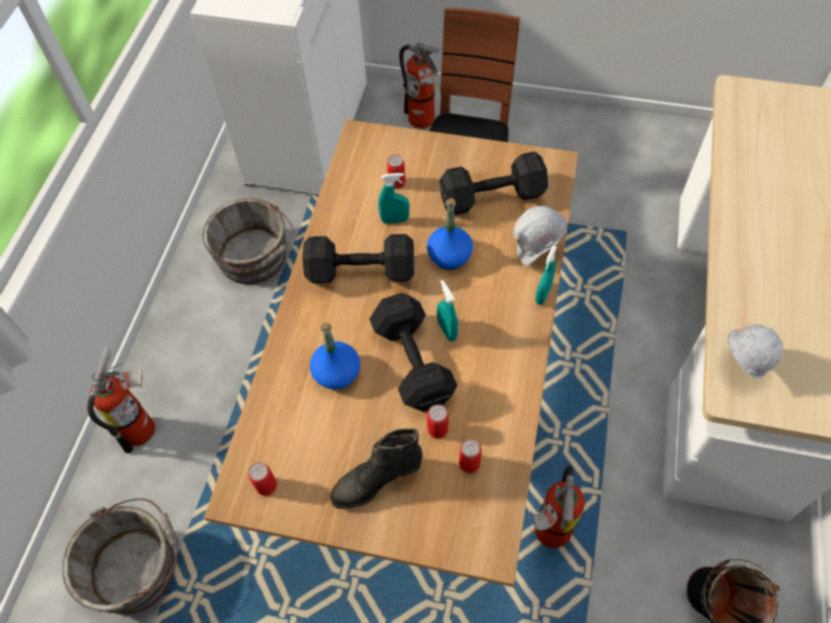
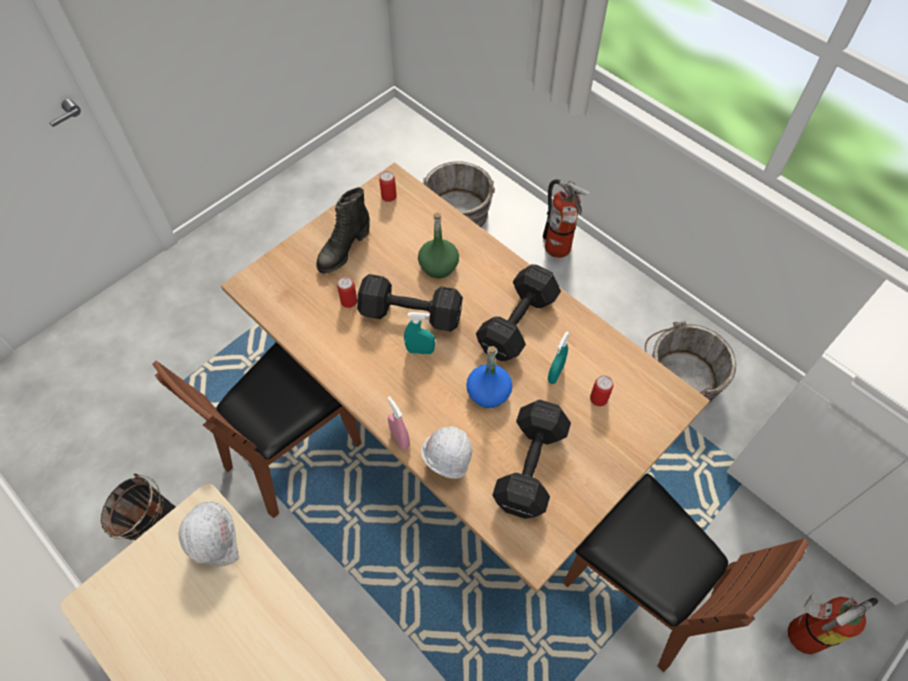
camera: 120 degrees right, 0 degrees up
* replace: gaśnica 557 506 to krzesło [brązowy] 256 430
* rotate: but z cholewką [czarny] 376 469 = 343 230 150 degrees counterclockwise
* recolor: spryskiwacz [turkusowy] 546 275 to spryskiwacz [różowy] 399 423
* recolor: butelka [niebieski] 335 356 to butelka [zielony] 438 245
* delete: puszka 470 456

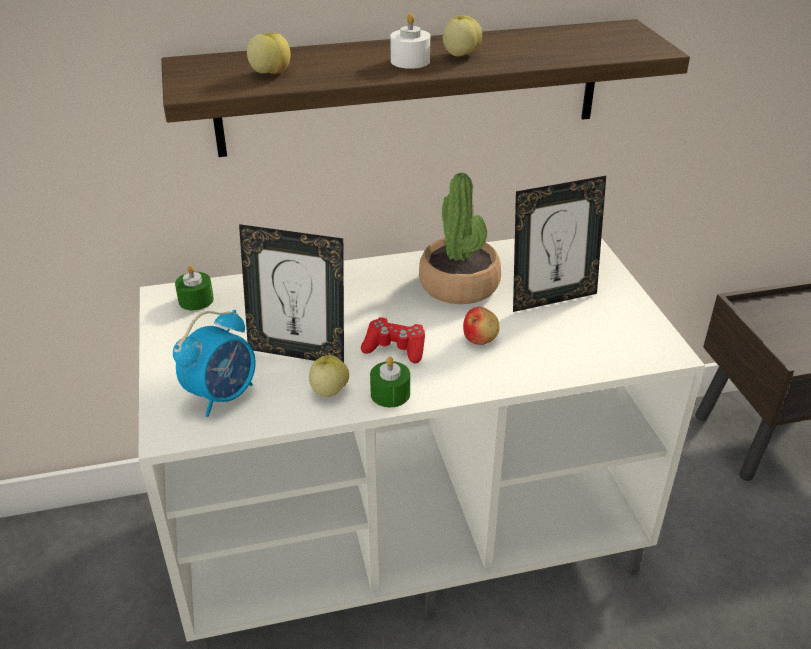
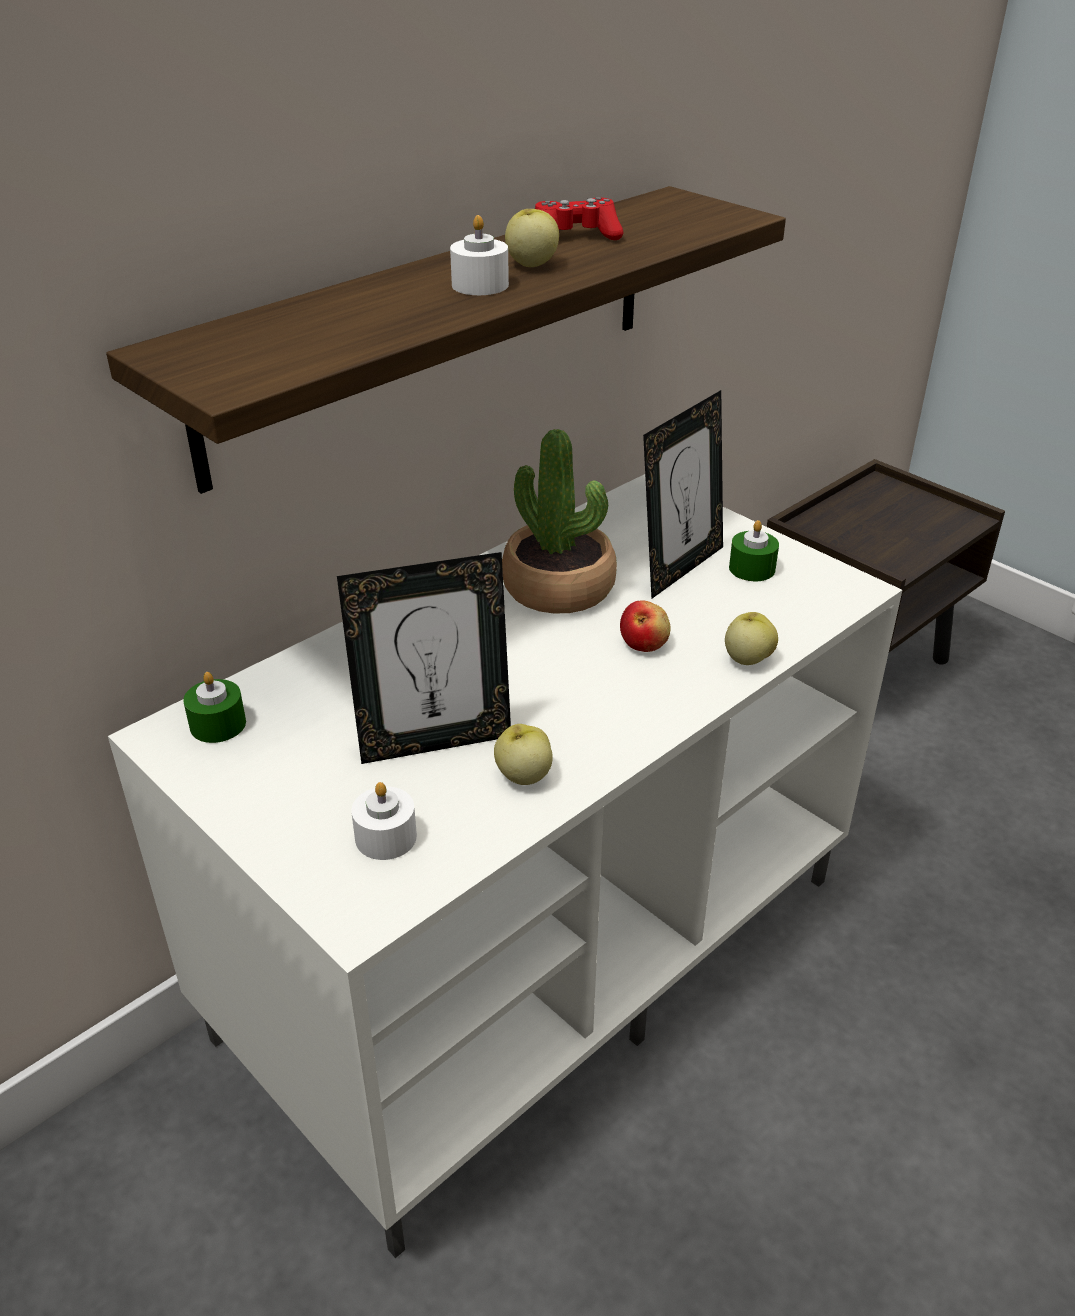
camera: 30 degrees left, 0 degrees up
* replace: budzik 214 363 to świeca [biały] 384 821
* move: pad do gier [czerwony] 393 340 to 579 218
* move: jabłko 269 53 to 751 638
* move: świeca [zielony] 390 382 to 754 550

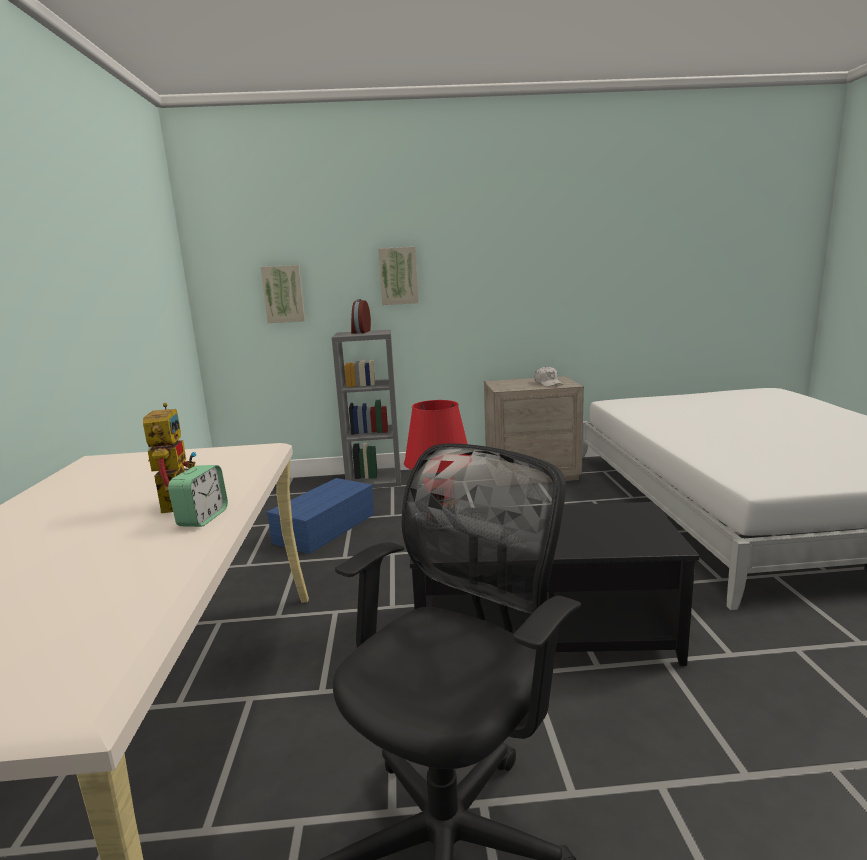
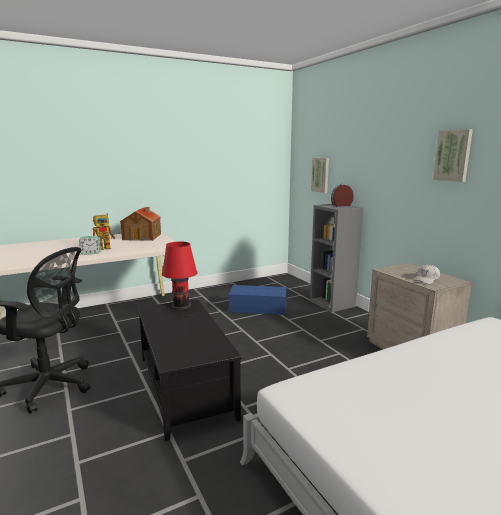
camera: 65 degrees right, 0 degrees up
* insert: domek 140 224
* move: obraz 398 276 to 453 155

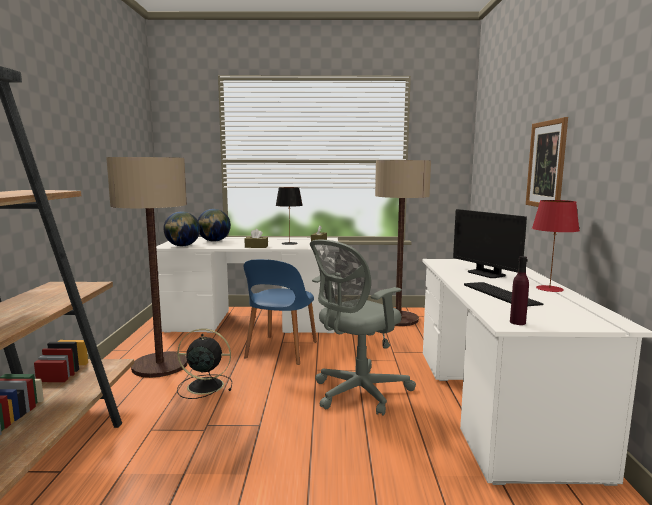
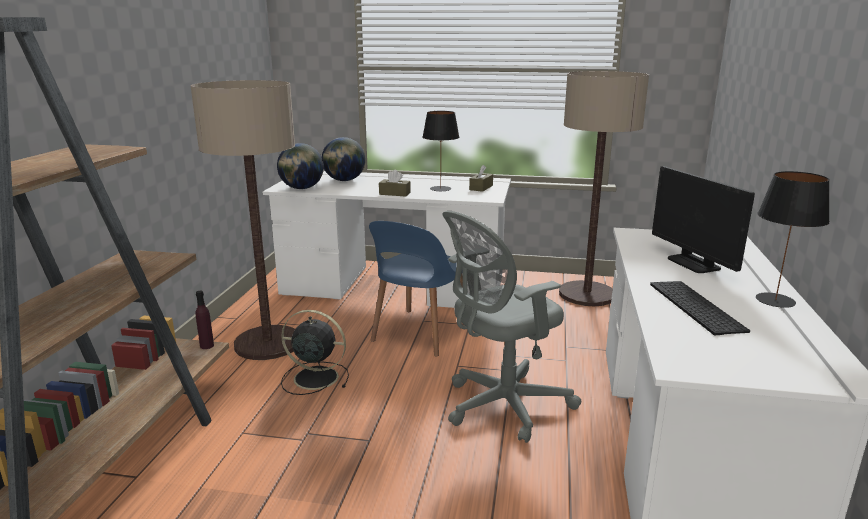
camera: 10 degrees right, 10 degrees up
* move: butelka [fioletowy] 519 290 to 205 320
* recolor: lampa stołowa [czerwony] 556 246 to lampa stołowa [czarny] 793 239
* delete: obraz 547 162

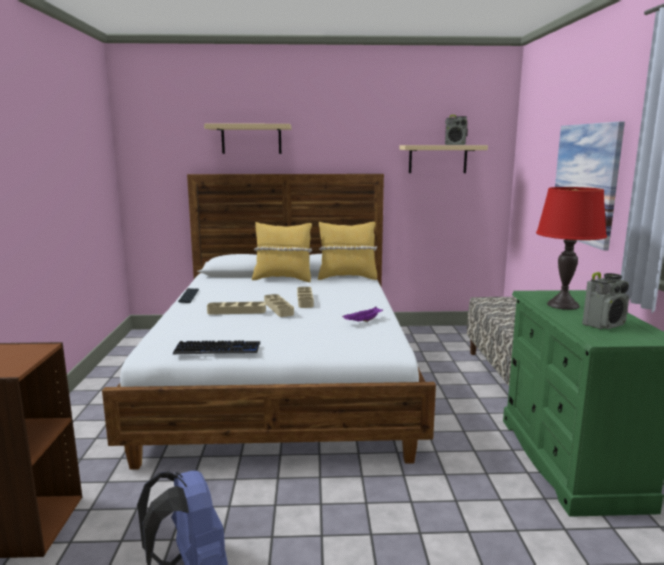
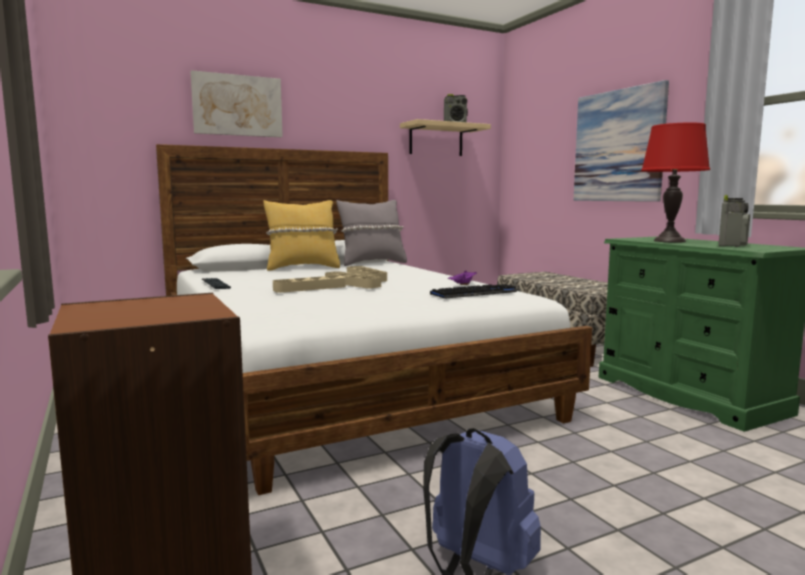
camera: 25 degrees left, 5 degrees down
* replace: półka [beżowy] 247 139 to obraz 236 103
* recolor: poduszka [żółty] 347 251 to poduszka [szary] 371 233
* move: klawiatura 216 347 to 475 291

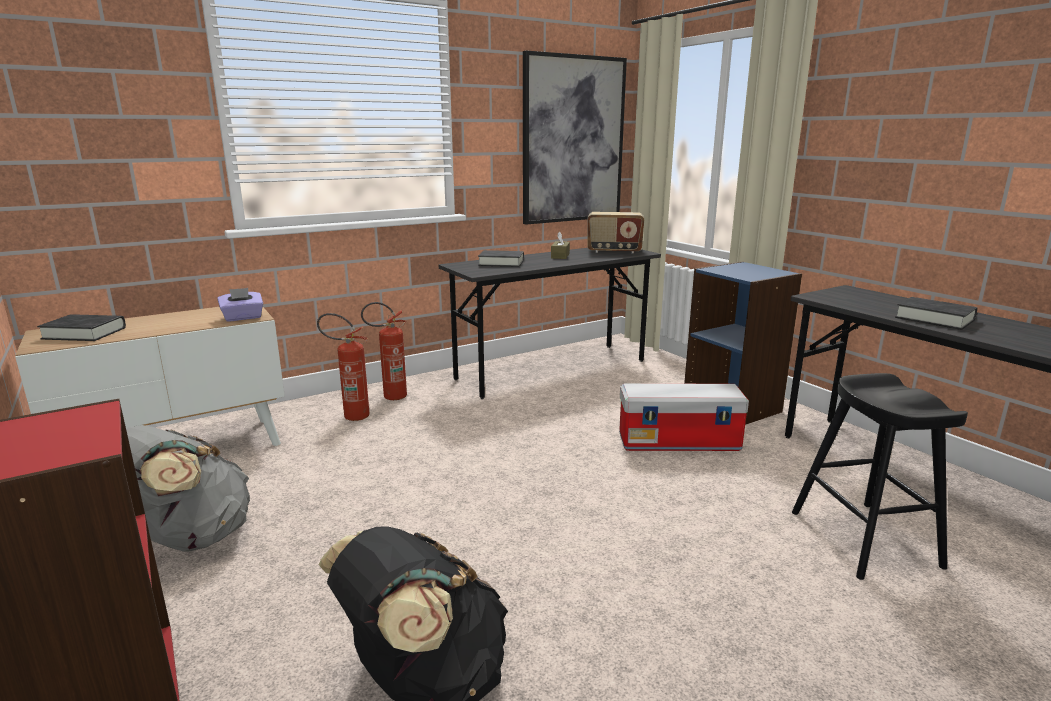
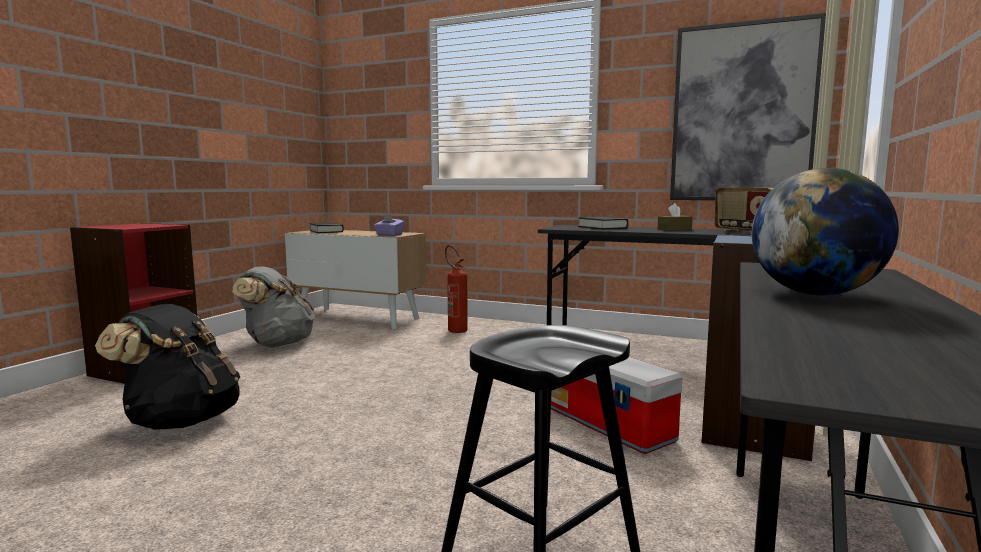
camera: 55 degrees right, 10 degrees down
* replace: książka [czarny] 936 313 to globus 825 231
* delete: gaśnica 384 351

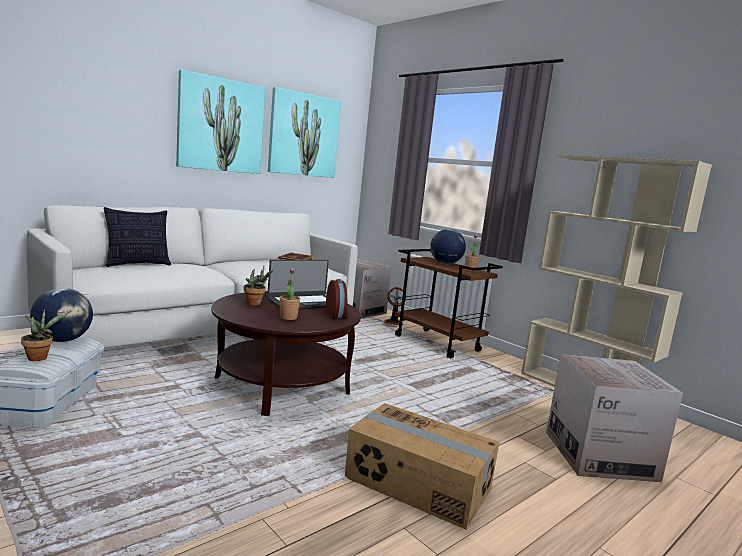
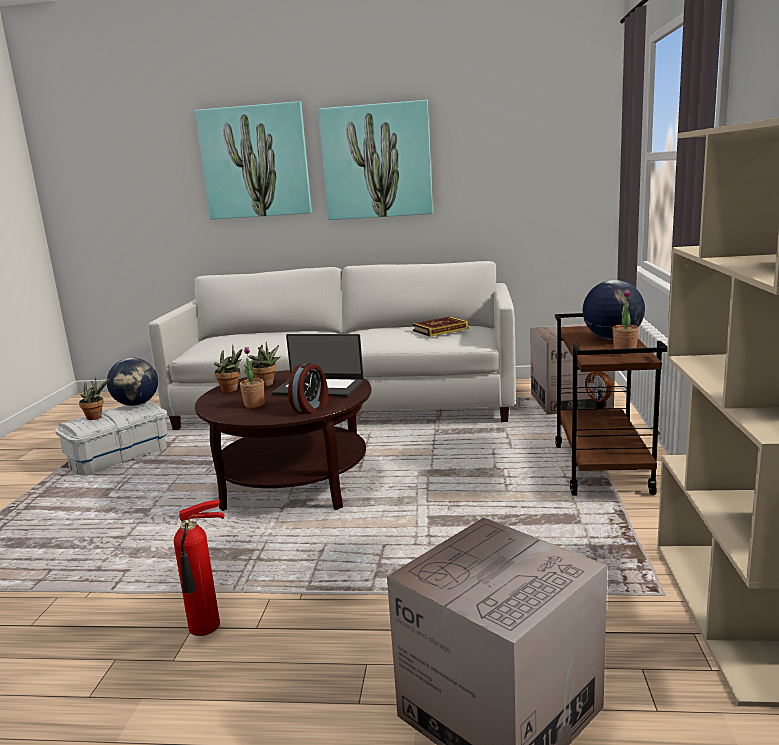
camera: 50 degrees right, 5 degrees up
* replace: karton 422 466 to gaśnica 199 568
* move: obraz 304 132 to 253 160
* insert: roślina doniczkowa 228 368
* delete: poduszka 137 237

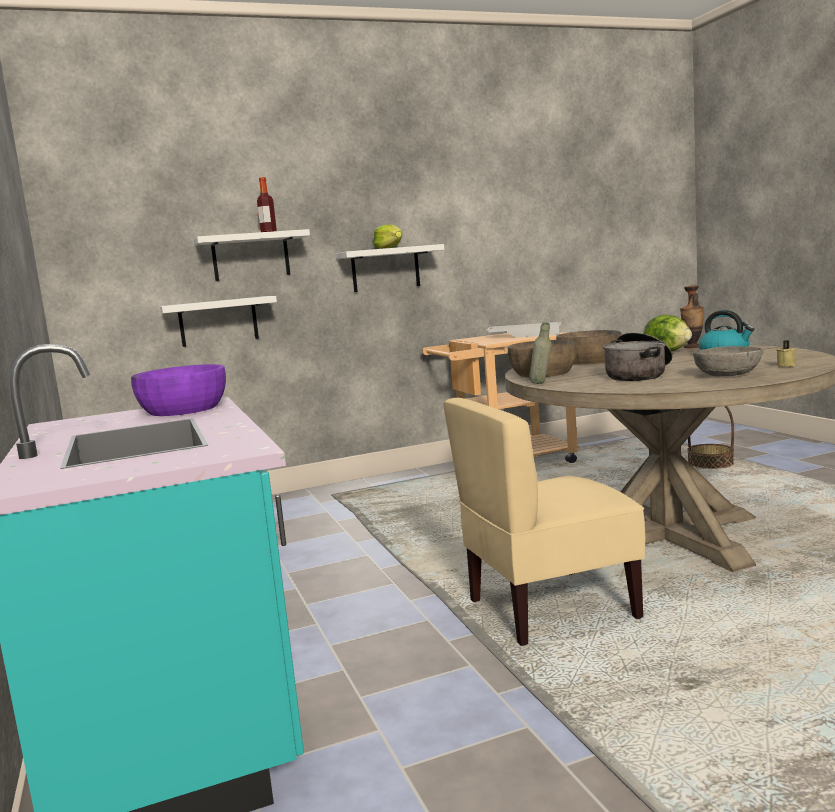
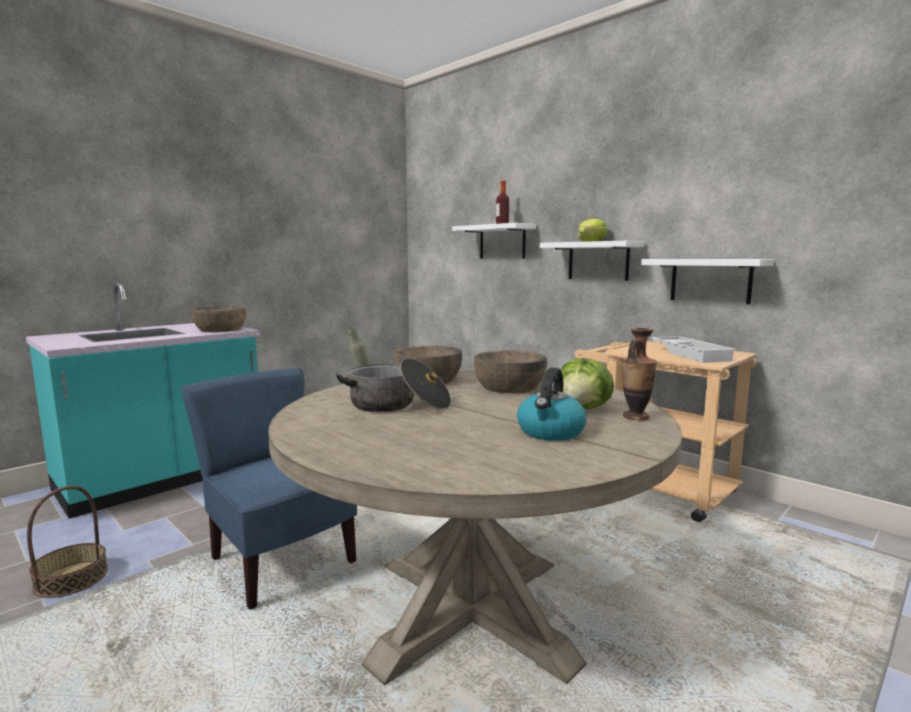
camera: 65 degrees right, 0 degrees up
* move: koszyk 710 437 to 67 542
* recolor: krzesło [beżowy] 544 522 to krzesło [niebieski] 269 489
* recolor: miska [fioletowy] 178 390 to miska [brązowy] 218 319
* move: półka [biały] 218 321 to 707 281
* delete: miska [szary] 728 361
* delete: świeca [beżowy] 786 353

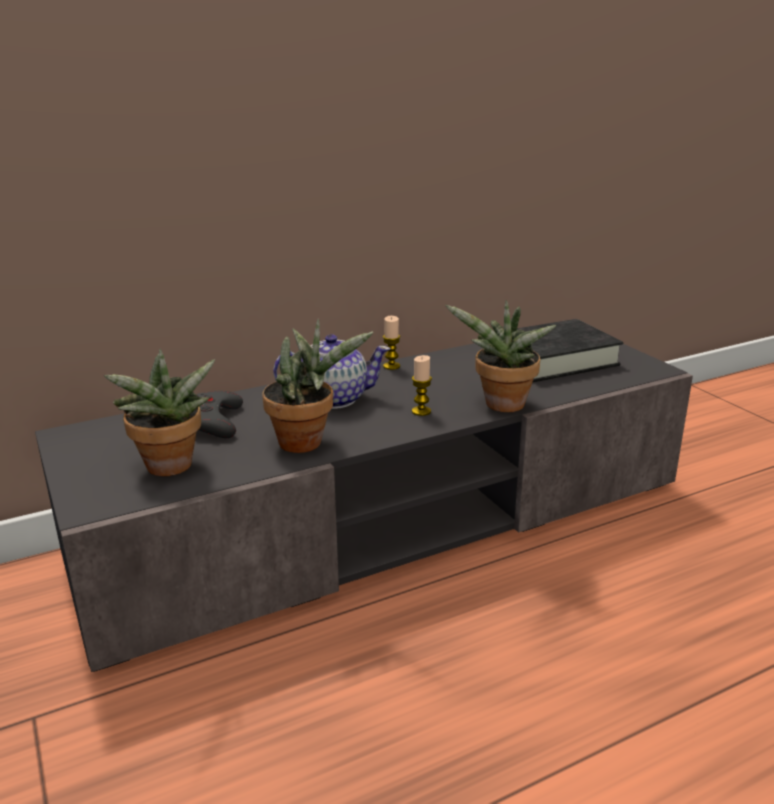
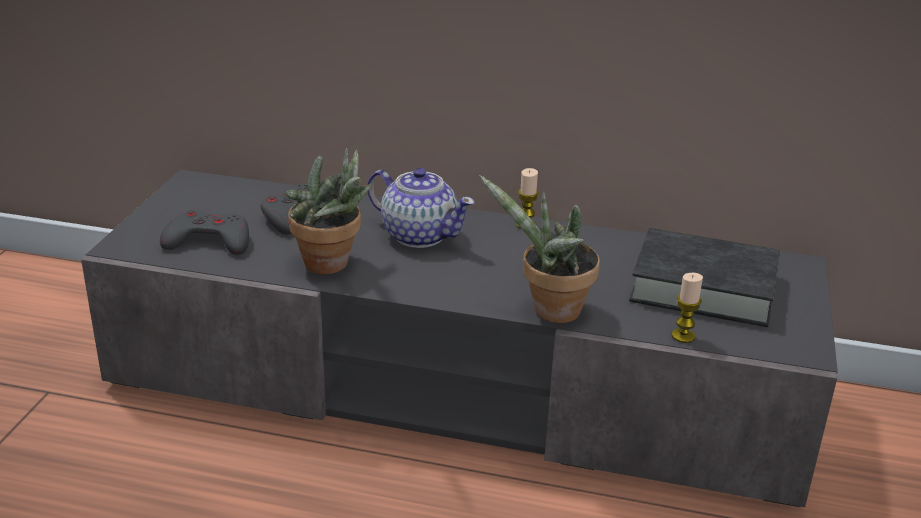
camera: 40 degrees right, 5 degrees up
* replace: roślina doniczkowa 159 412 to pad do gier [szary] 204 232
* move: świeca 422 385 to 687 308

